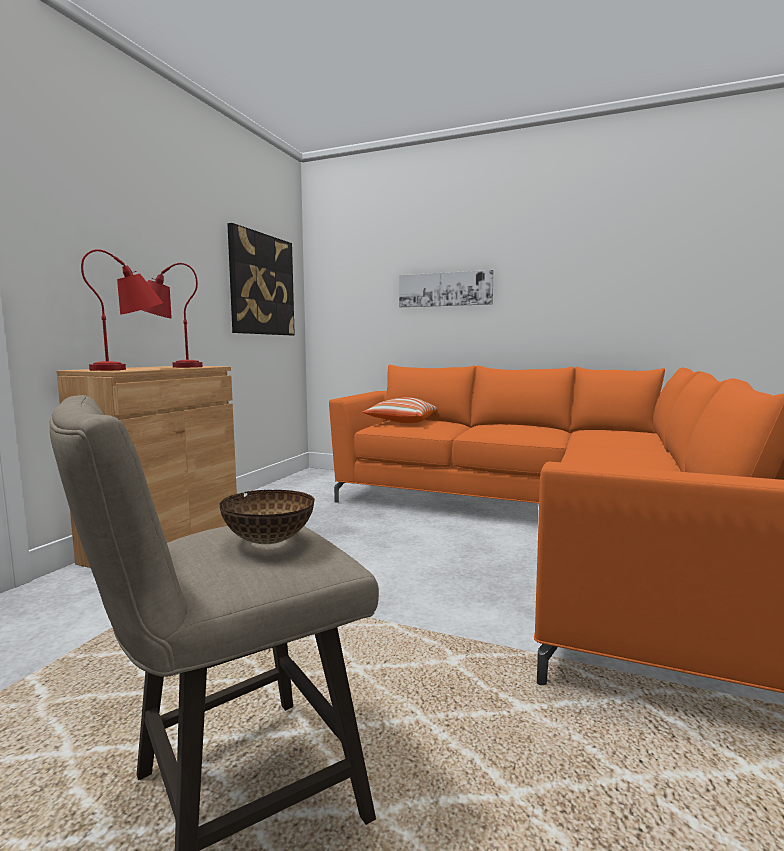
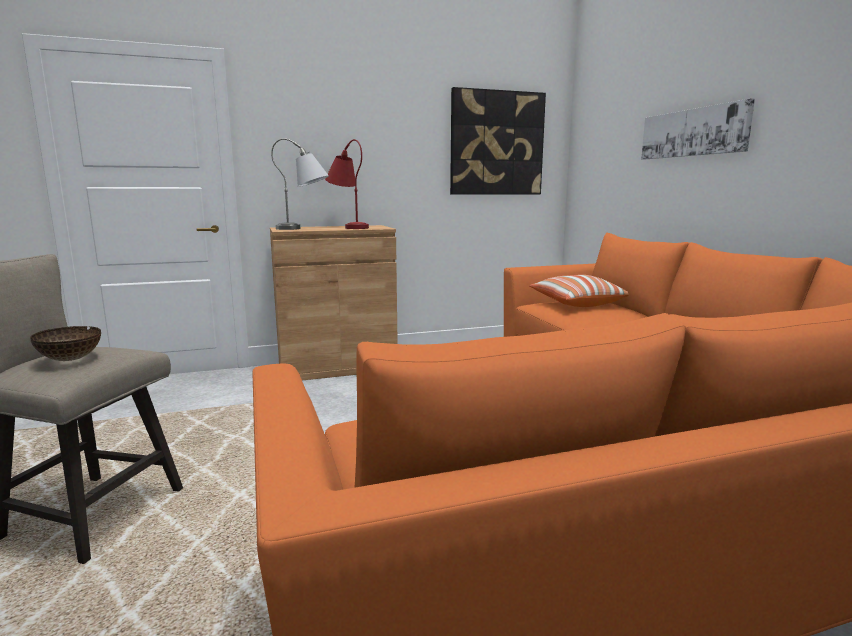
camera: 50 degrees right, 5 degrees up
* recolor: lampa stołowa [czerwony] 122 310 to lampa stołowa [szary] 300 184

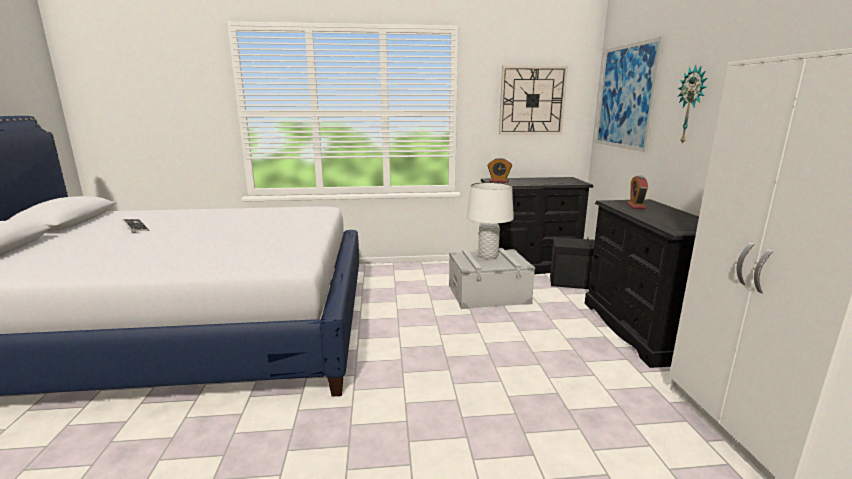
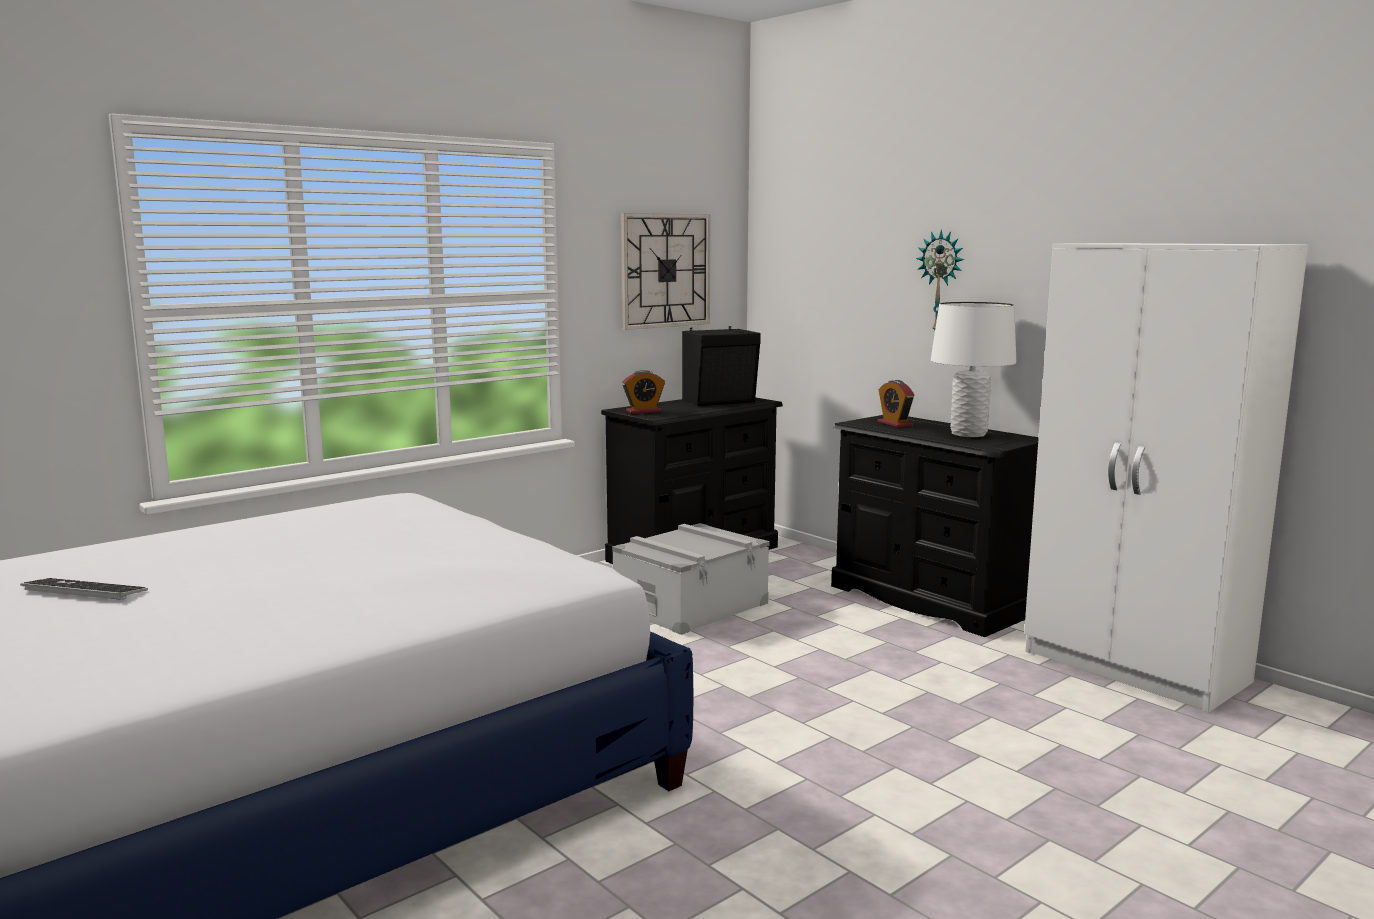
camera: 35 degrees left, 5 degrees down
* move: głośnik [czarny] 572 262 to 721 366
* move: lampa stołowa [biały] 490 221 to 974 369
* delete: obraz 629 94

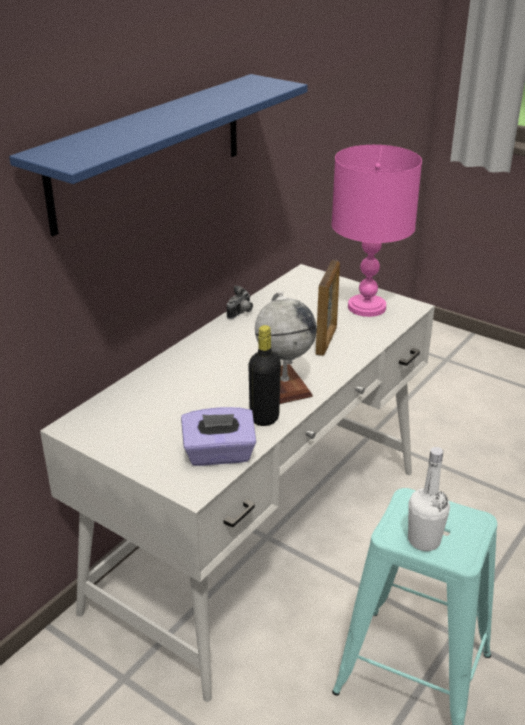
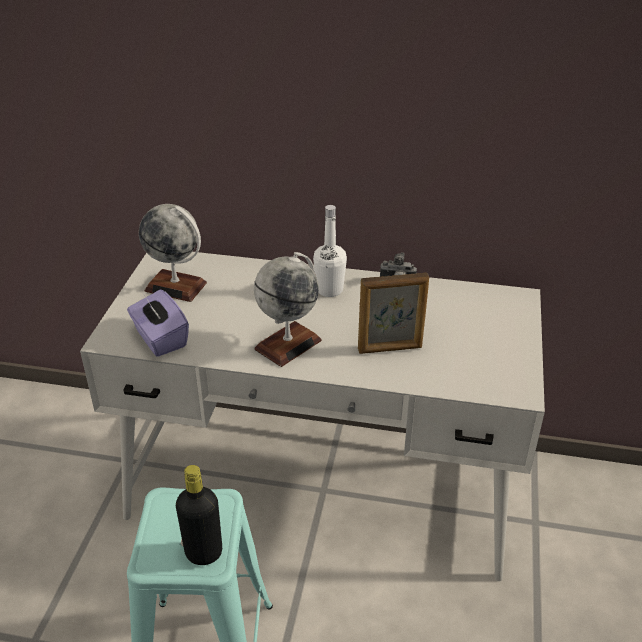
camera: 65 degrees right, 5 degrees up
* insert: globus 173 253
* move: butelka [czarny] 264 375 to 199 515
* move: butelka [biały] 429 499 to 330 251
* delete: półka [niebieski] 158 155
* delete: lampa stołowa [różowy] 377 231

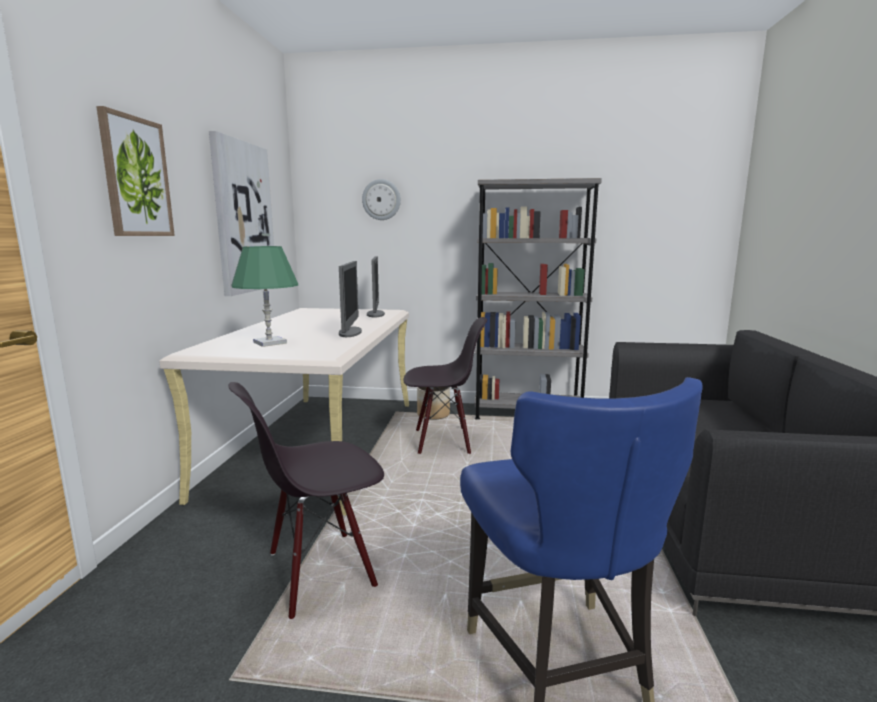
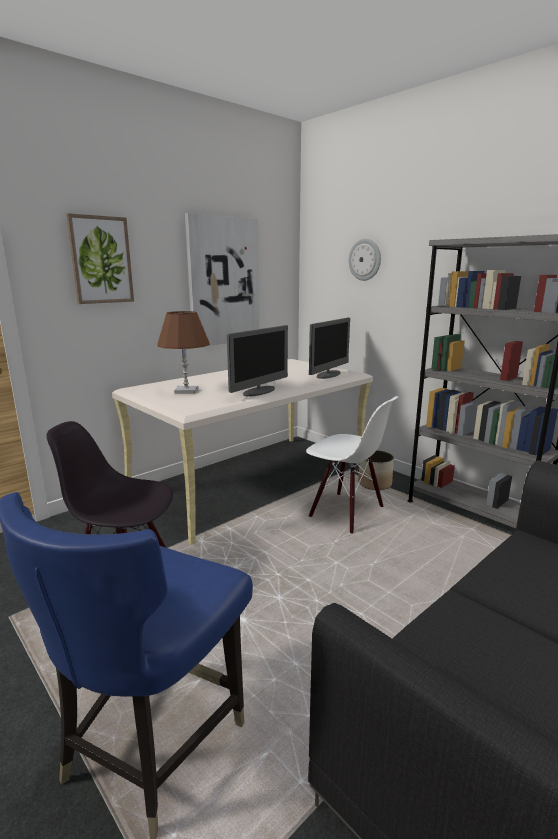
camera: 40 degrees right, 5 degrees up
* recolor: lampa stołowa [zielony] 265 296 to lampa stołowa [brązowy] 183 352
* recolor: krzesło [czarny] 445 385 to krzesło [biały] 352 464

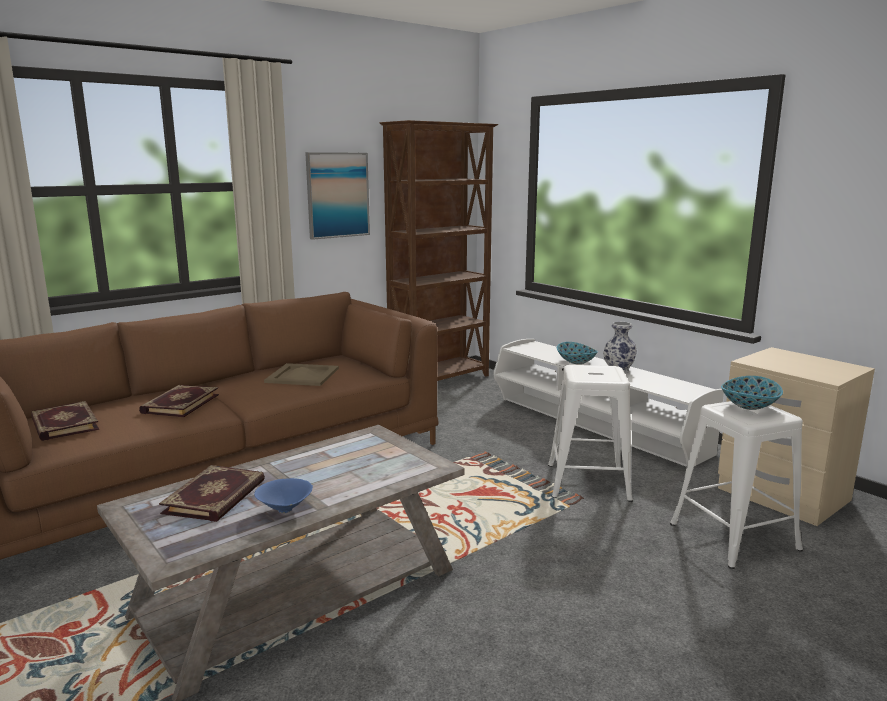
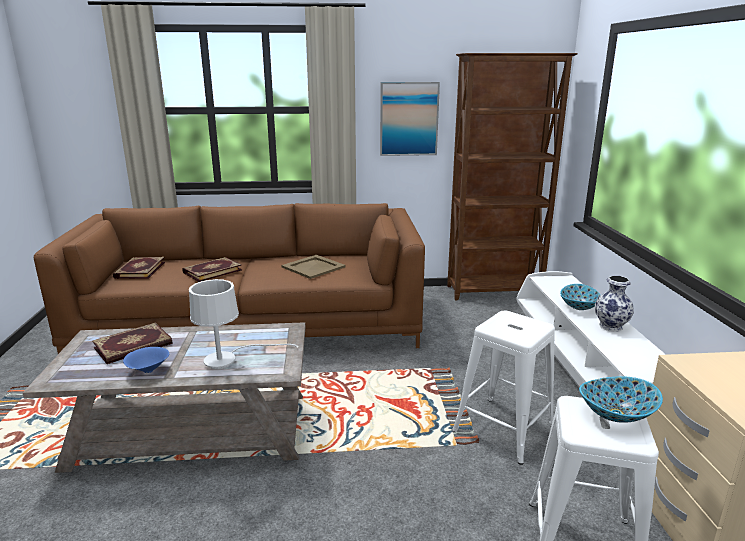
camera: 35 degrees right, 5 degrees up
* insert: lampa stołowa [biały] 243 324

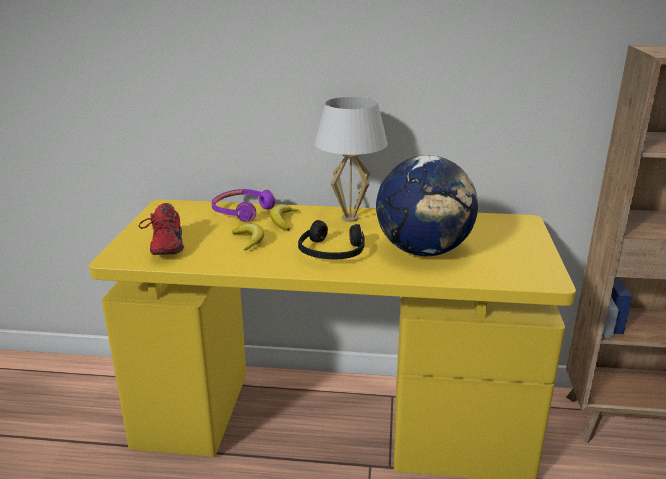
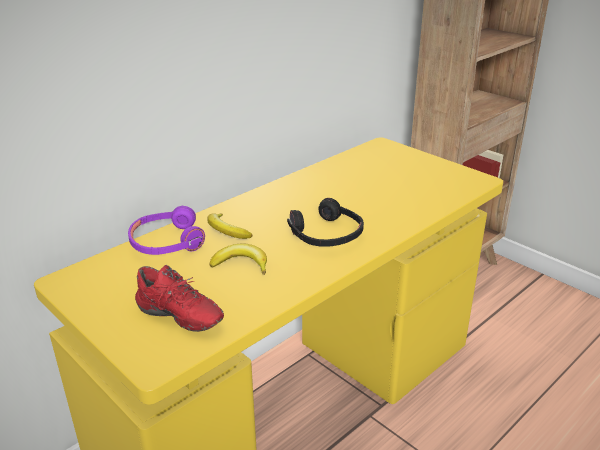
camera: 50 degrees left, 5 degrees up
* delete: lampa stołowa [biały] 351 159
* delete: globus 427 205

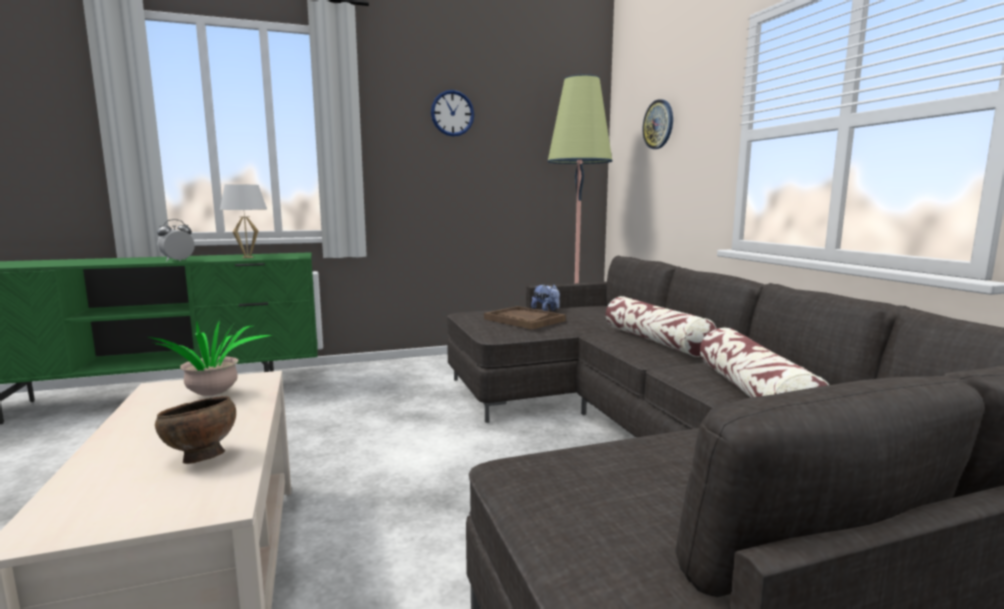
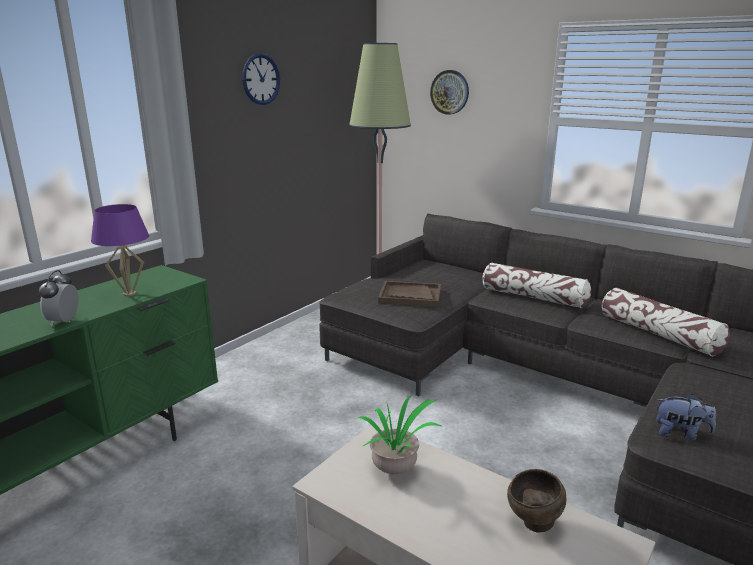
camera: 35 degrees left, 10 degrees up
* recolor: lampa stołowa [biały] 243 221 to lampa stołowa [fioletowy] 120 250
* move: pluszak 545 298 to 686 417

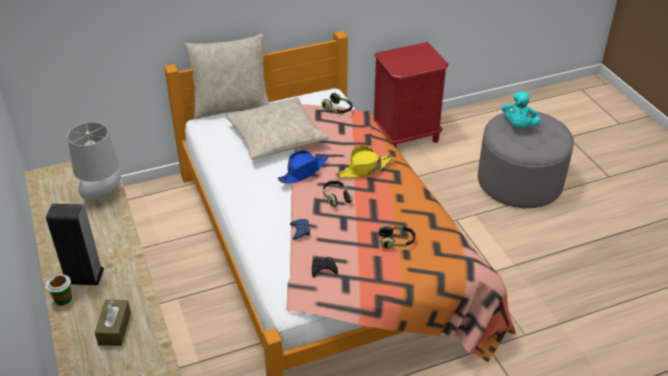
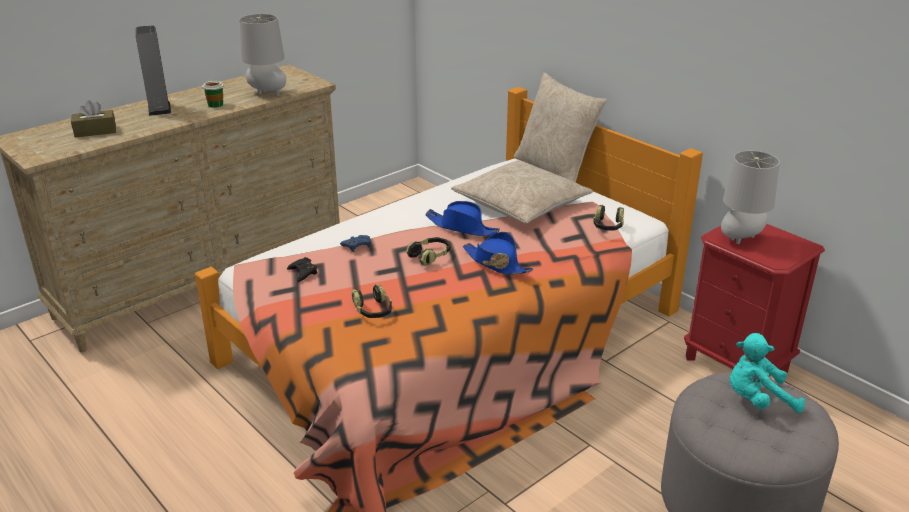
camera: 70 degrees right, 10 degrees down
* move: filiżanka 59 290 to 213 94
* recolor: kapelusz [żółty] 364 162 to kapelusz [niebieski] 498 253
* insert: lampa stołowa [szary] 750 197

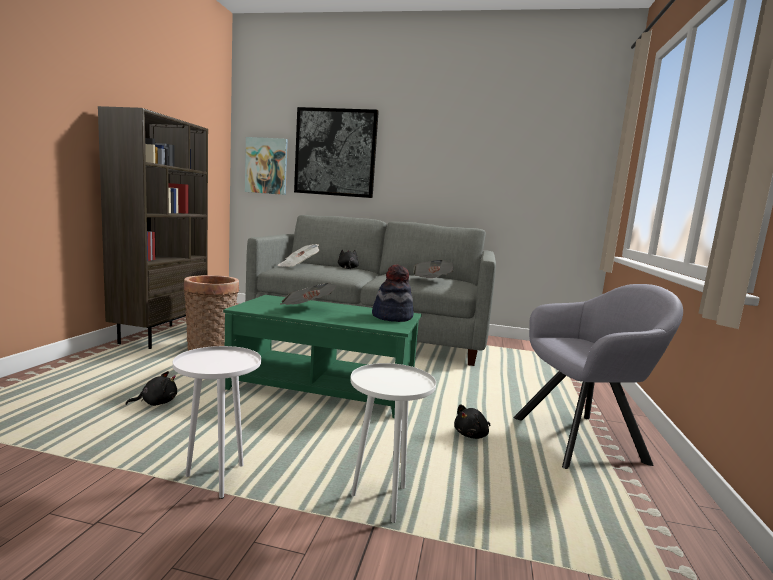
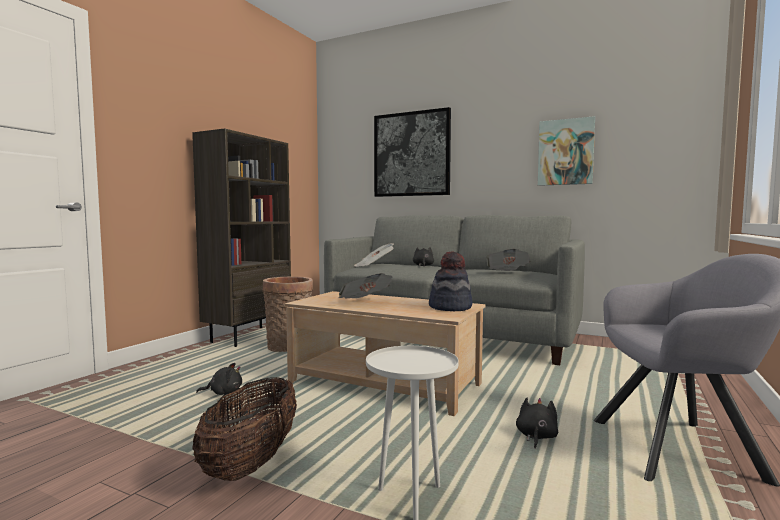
camera: 15 degrees right, 5 degrees down
* replace: stolik [biały] 217 422 to koszyk 244 429
* recolor: ława [zielony] 322 356 to ława [beżowy] 385 353
* rotate: pluszak [czarny] 472 422 = 537 423 135 degrees clockwise
* move: obraz 266 166 to 566 151

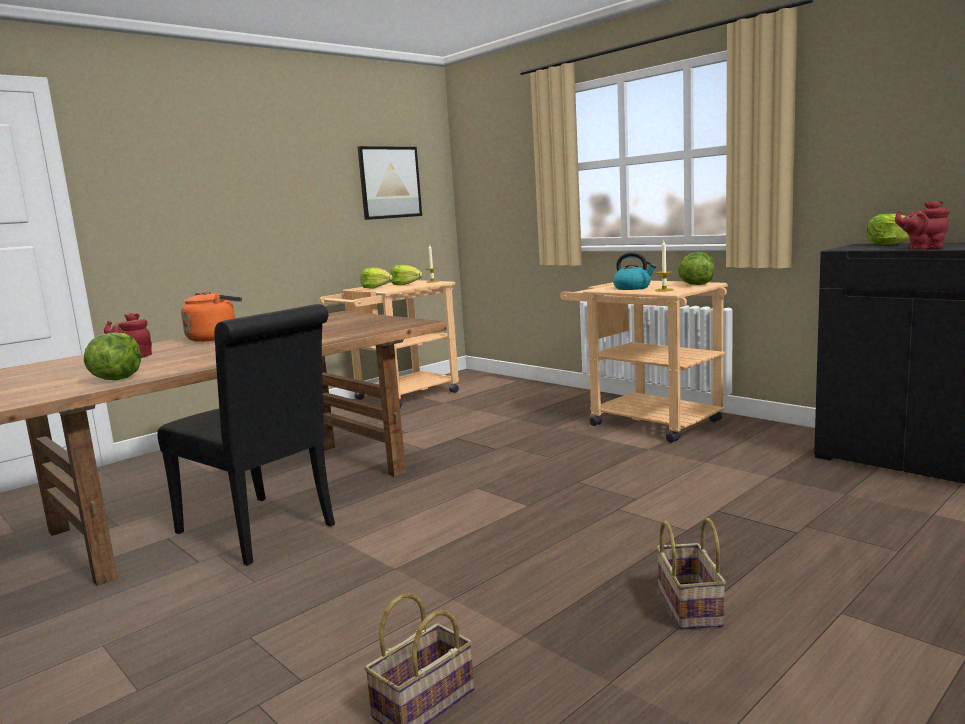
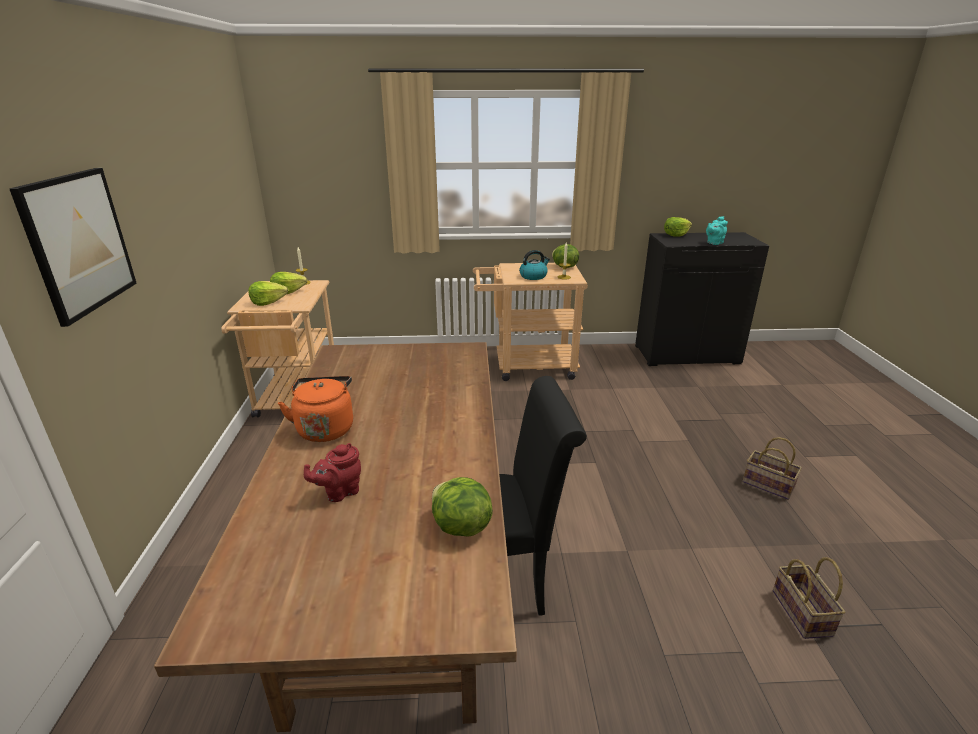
camera: 50 degrees left, 15 degrees up
* move: obraz 390 183 to 73 247
* recolor: imbryk [czerwony] 922 225 to imbryk [turkusowy] 717 230

